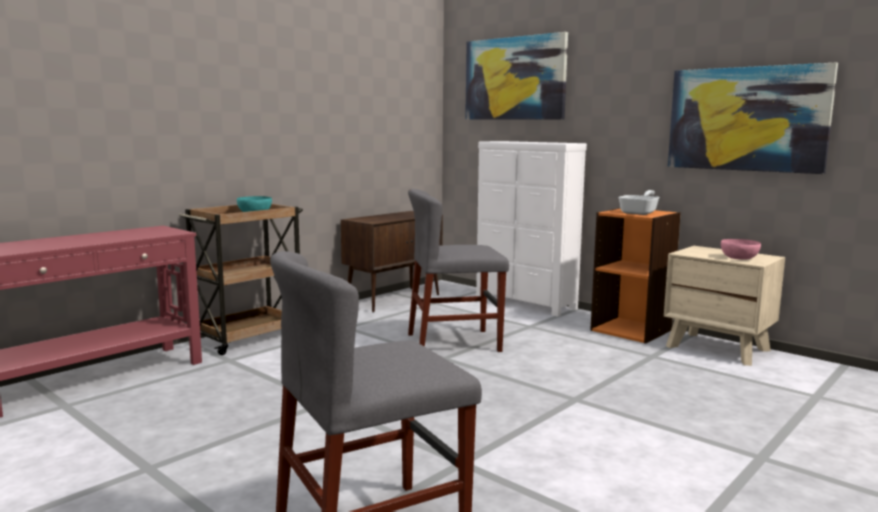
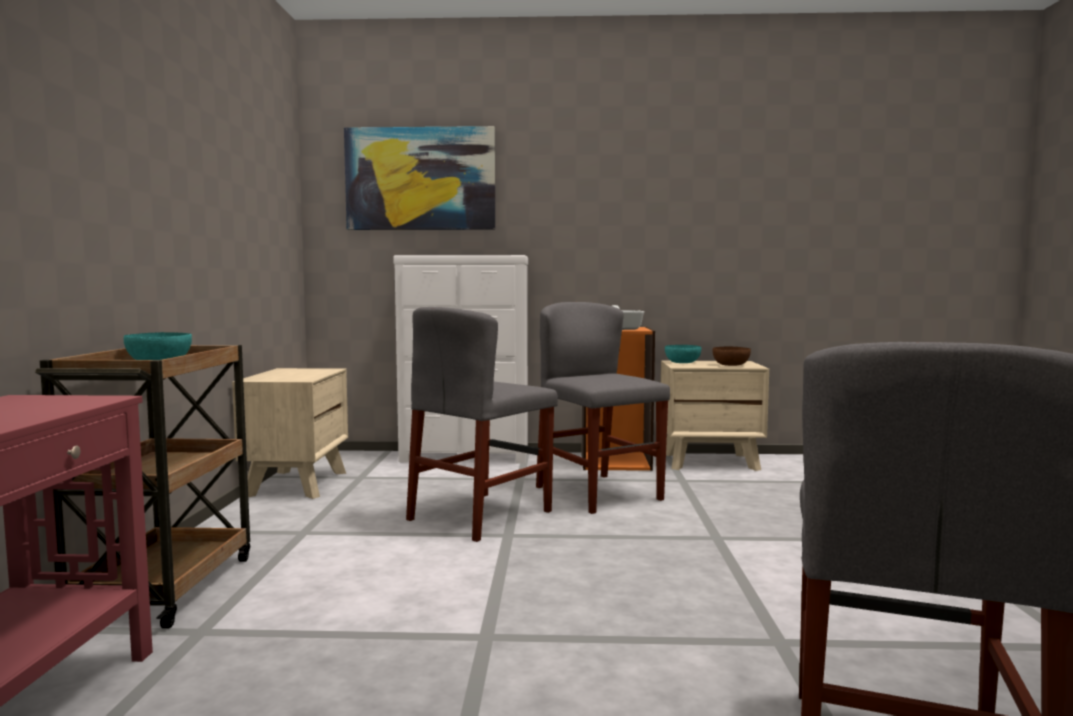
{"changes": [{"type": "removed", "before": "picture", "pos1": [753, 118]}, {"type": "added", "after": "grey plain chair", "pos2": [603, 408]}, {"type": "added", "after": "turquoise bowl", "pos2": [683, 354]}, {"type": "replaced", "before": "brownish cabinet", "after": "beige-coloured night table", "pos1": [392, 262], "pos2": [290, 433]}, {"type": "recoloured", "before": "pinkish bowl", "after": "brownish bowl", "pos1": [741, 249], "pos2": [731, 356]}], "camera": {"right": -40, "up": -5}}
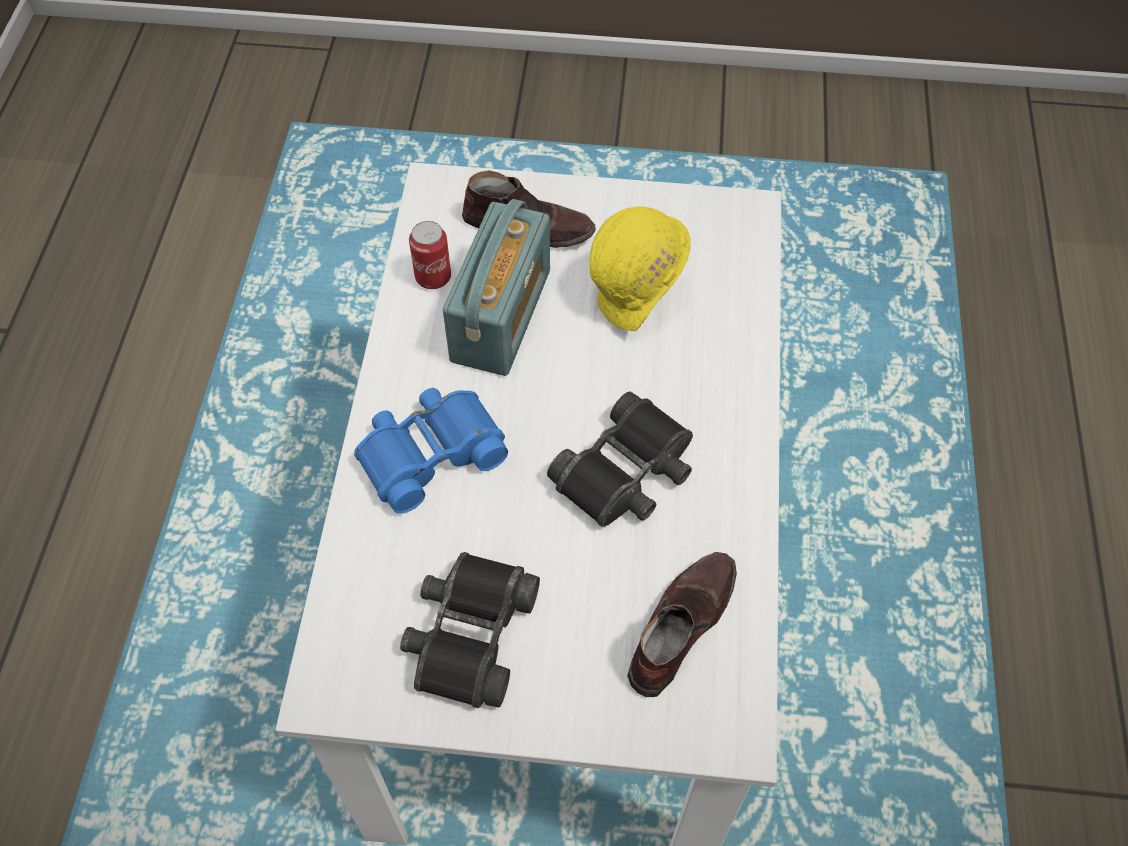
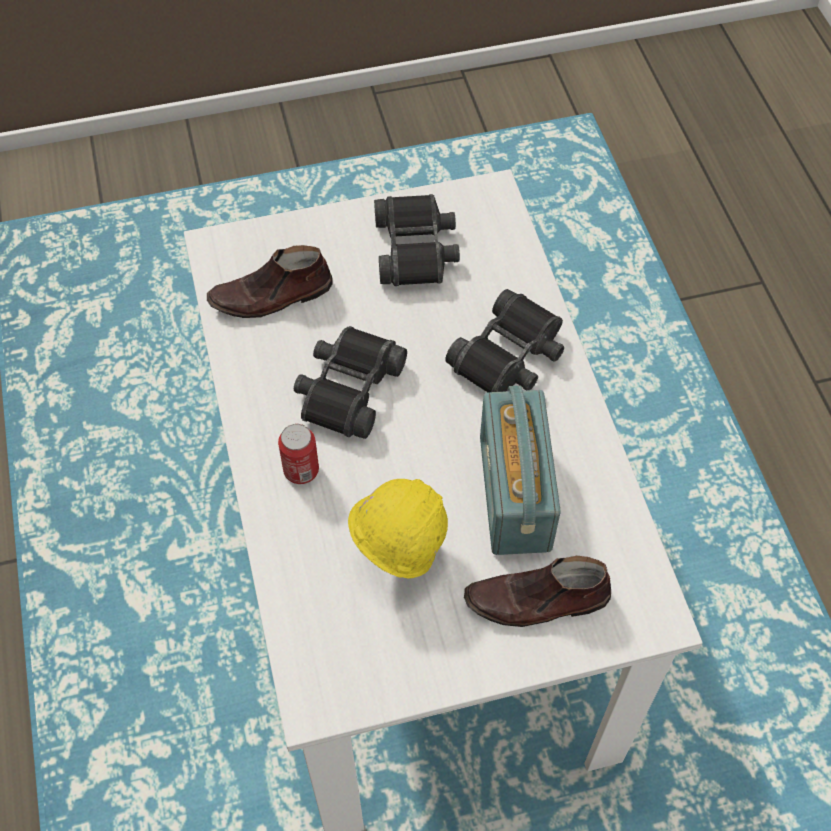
{"changes": [{"type": "moved", "before": "sealed can", "pos1": [430, 255], "pos2": [298, 454]}, {"type": "recoloured", "before": "bluish pair of binoculars", "after": "black-coloured pair of binoculars", "pos1": [431, 451], "pos2": [504, 341]}, {"type": "turned", "before": "brownish item of footwear", "pos1": [682, 624], "pos2": [270, 281], "turn": 60}], "camera": {"right": 160, "up": 0}}
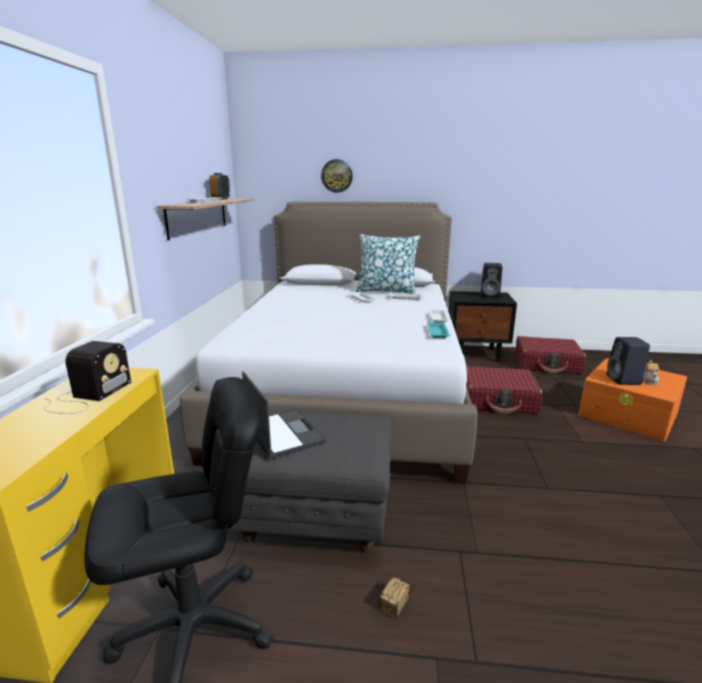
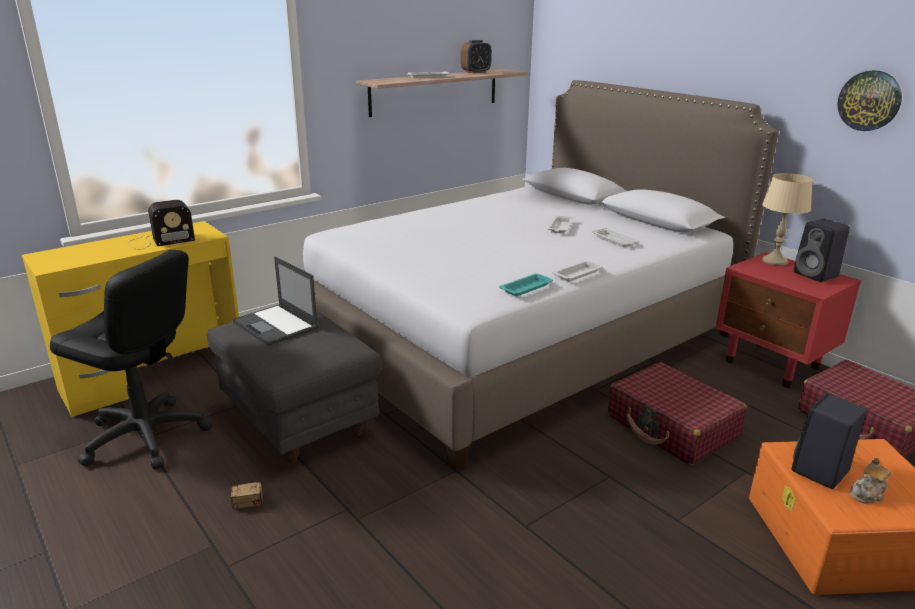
{"changes": [{"type": "removed", "before": "pillow", "pos1": [387, 264]}, {"type": "added", "after": "beige-coloured lamp for a table", "pos2": [787, 219]}, {"type": "moved", "before": "wall clock", "pos1": [337, 176], "pos2": [869, 100]}, {"type": "recoloured", "before": "black-coloured night table", "after": "reddish night table", "pos1": [482, 326], "pos2": [788, 320]}, {"type": "turned", "before": "laptop", "pos1": [284, 415], "pos2": [275, 301], "turn": 120}], "camera": {"right": 45, "up": 5}}
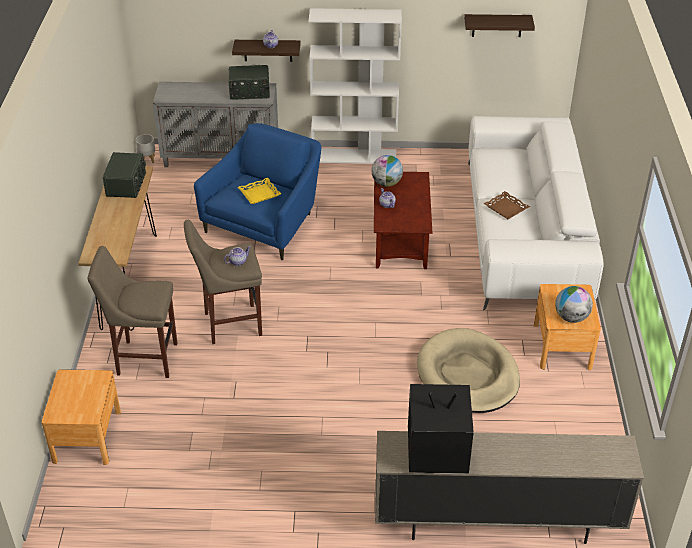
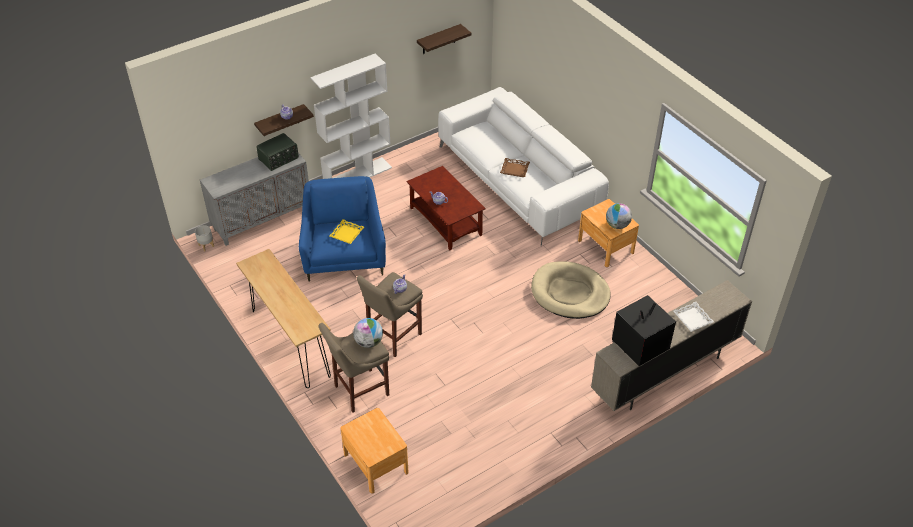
{"changes": [{"type": "removed", "before": "radio", "pos1": [124, 175]}, {"type": "added", "after": "white-coloured serving tray", "pos2": [693, 317]}, {"type": "moved", "before": "globe", "pos1": [387, 171], "pos2": [368, 333]}], "camera": {"right": -35, "up": 5}}
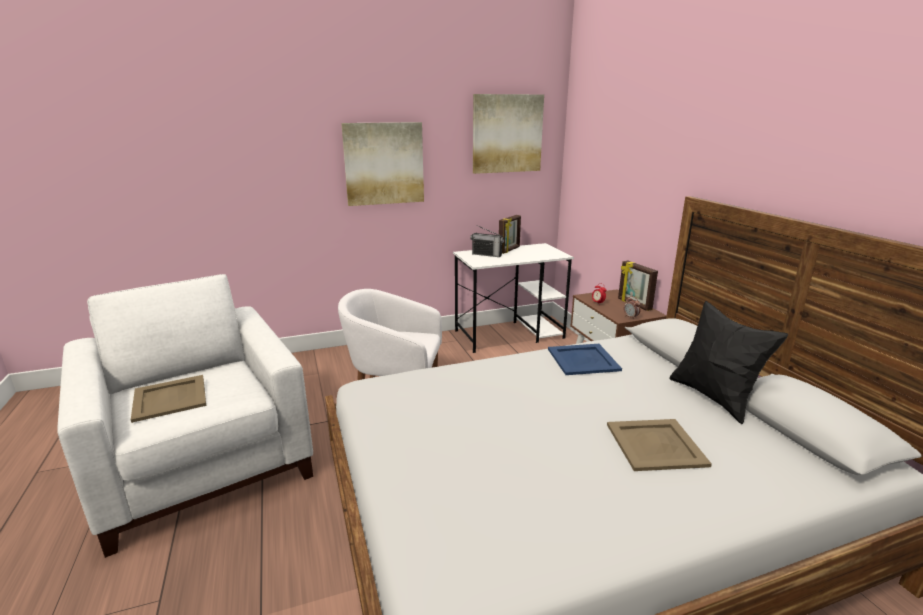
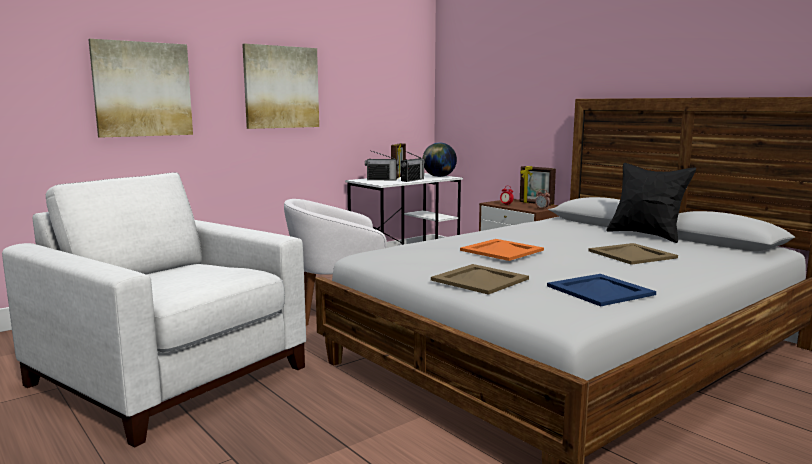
{"changes": [{"type": "added", "after": "radio", "pos2": [413, 166]}, {"type": "added", "after": "globe", "pos2": [439, 160]}, {"type": "added", "after": "orangey serving tray", "pos2": [502, 250]}, {"type": "moved", "before": "beige-coloured serving tray", "pos1": [168, 399], "pos2": [480, 279]}, {"type": "moved", "before": "picture", "pos1": [508, 134], "pos2": [140, 88]}, {"type": "moved", "before": "bluish serving tray", "pos1": [585, 359], "pos2": [601, 290]}], "camera": {"right": -20, "up": -10}}
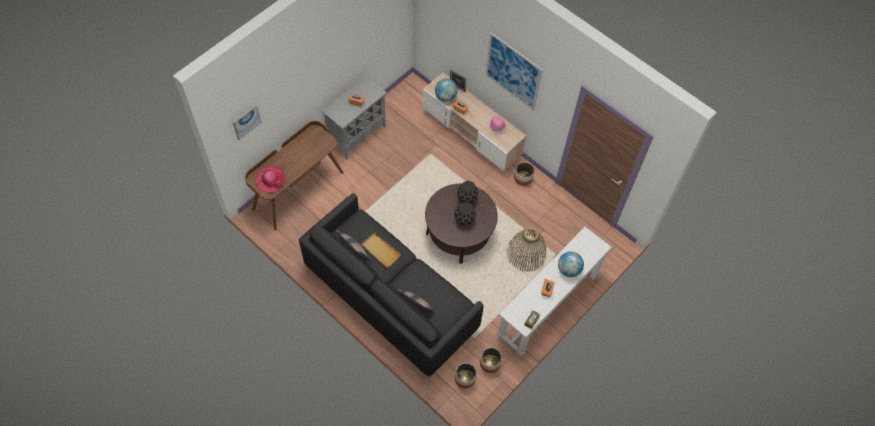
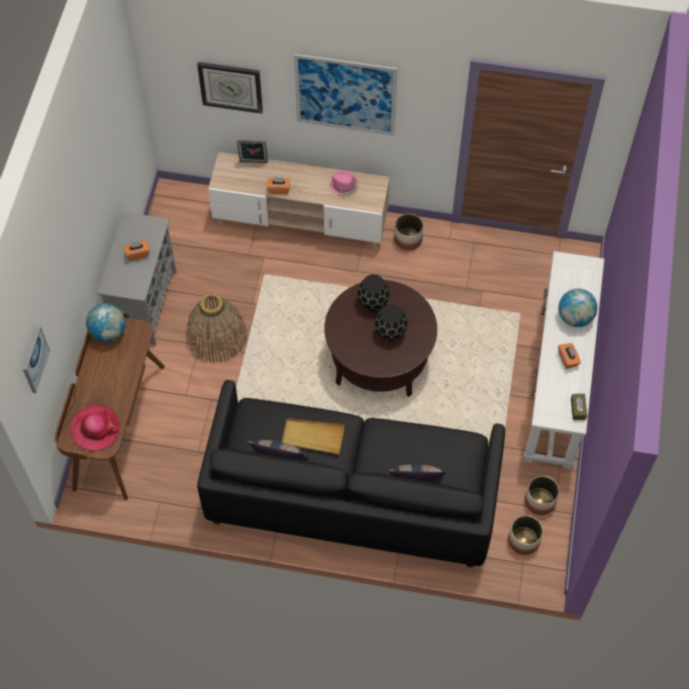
{"changes": [{"type": "added", "after": "wall clock", "pos2": [230, 88]}, {"type": "moved", "before": "globe", "pos1": [446, 90], "pos2": [105, 322]}, {"type": "moved", "before": "storage basket", "pos1": [527, 250], "pos2": [216, 328]}], "camera": {"right": -30, "up": 0}}
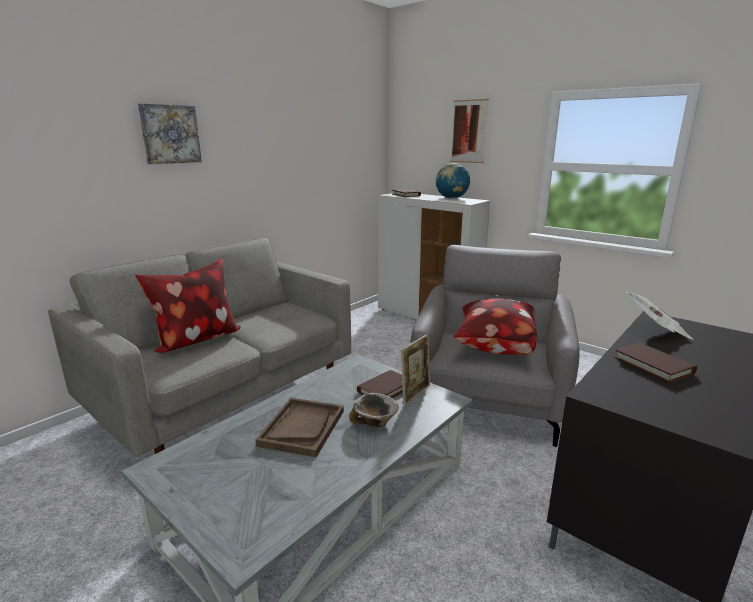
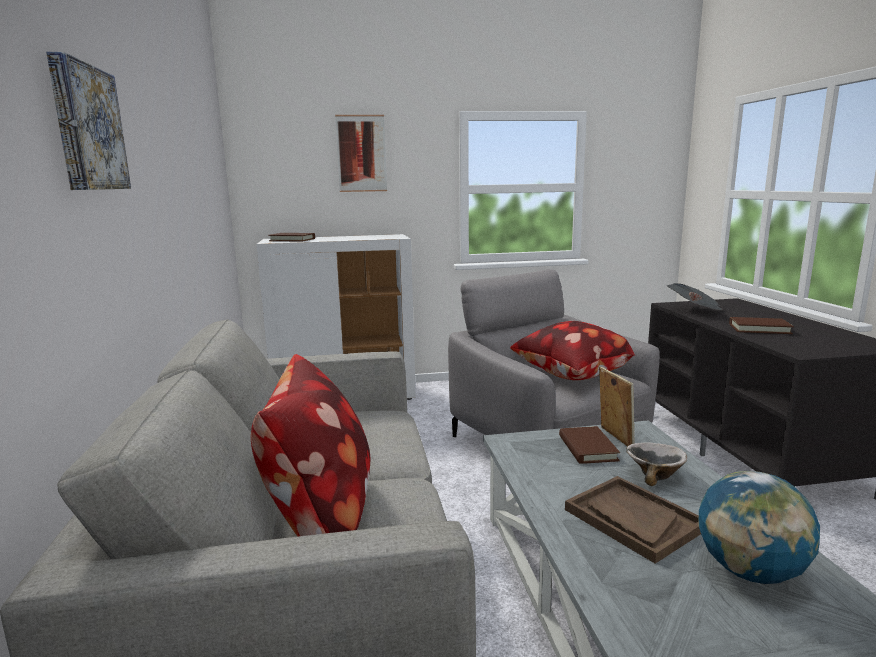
{"changes": [{"type": "moved", "before": "globe", "pos1": [453, 181], "pos2": [759, 527]}], "camera": {"right": -50, "up": -5}}
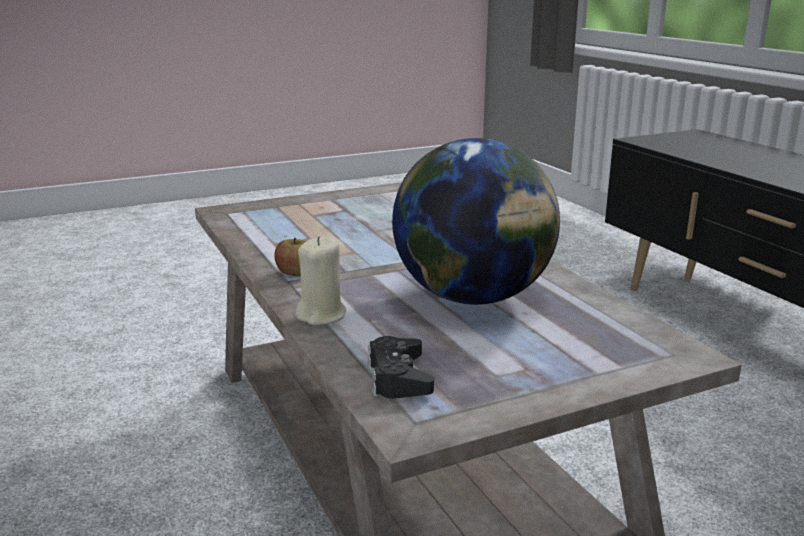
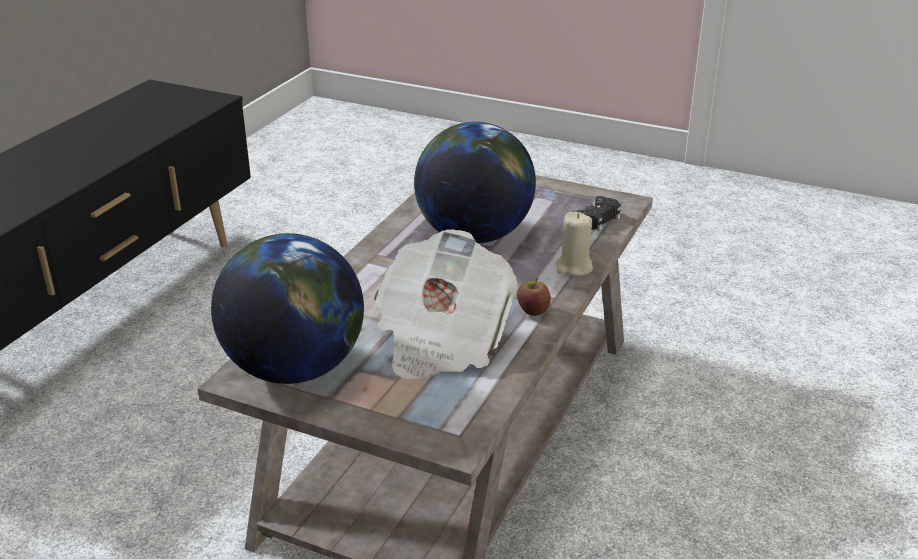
{"changes": [{"type": "added", "after": "globe", "pos2": [287, 308]}, {"type": "added", "after": "daily paper", "pos2": [446, 304]}], "camera": {"right": -130, "up": 10}}
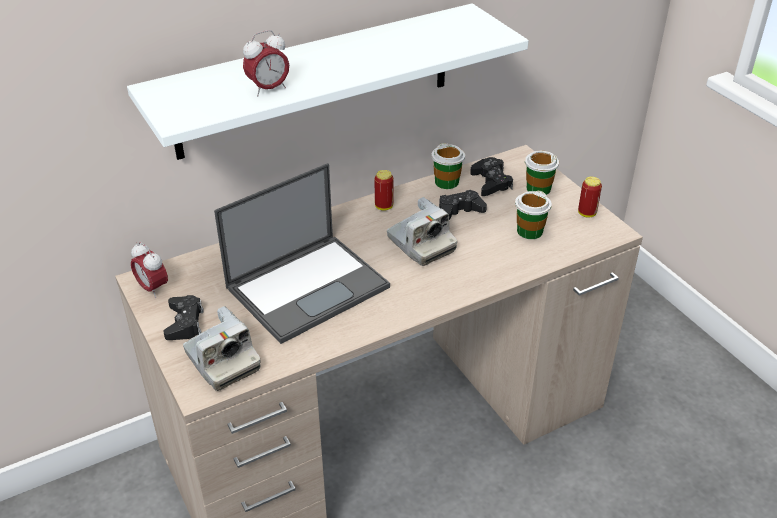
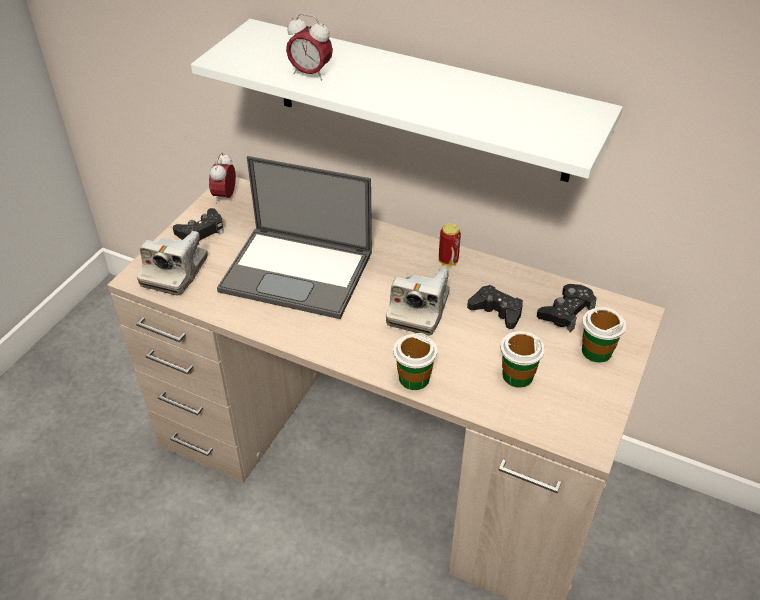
{"changes": [{"type": "removed", "before": "sealed can", "pos1": [590, 197]}, {"type": "moved", "before": "drinking cup", "pos1": [448, 166], "pos2": [415, 361]}], "camera": {"right": 55, "up": 5}}
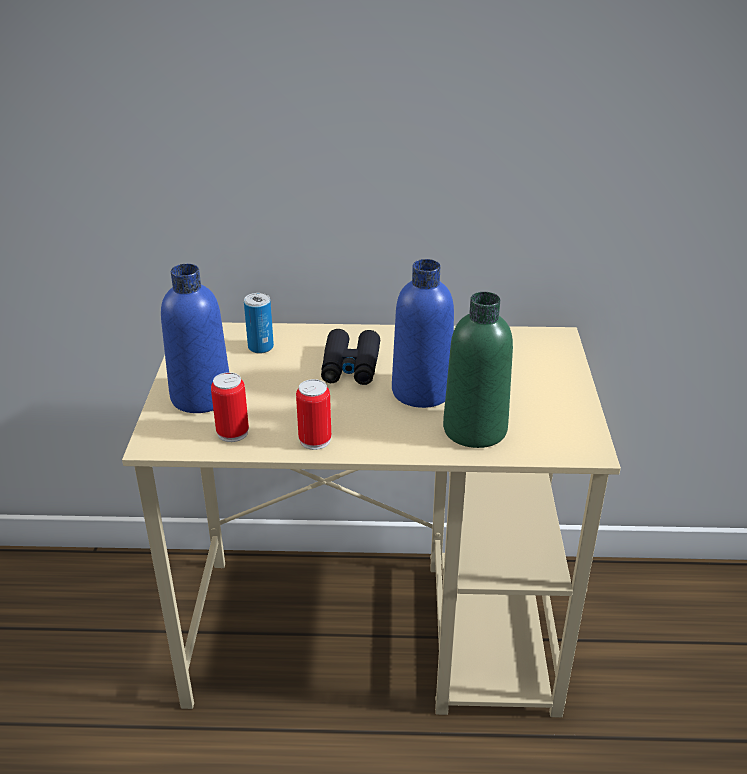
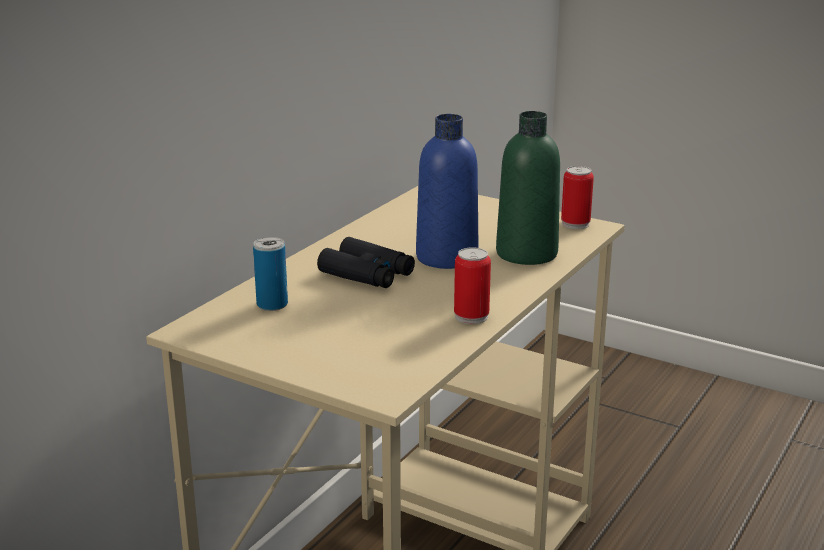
{"changes": [{"type": "removed", "before": "bluish drink bottle", "pos1": [195, 338]}, {"type": "moved", "before": "sealed can", "pos1": [230, 407], "pos2": [577, 197]}], "camera": {"right": -60, "up": -10}}
